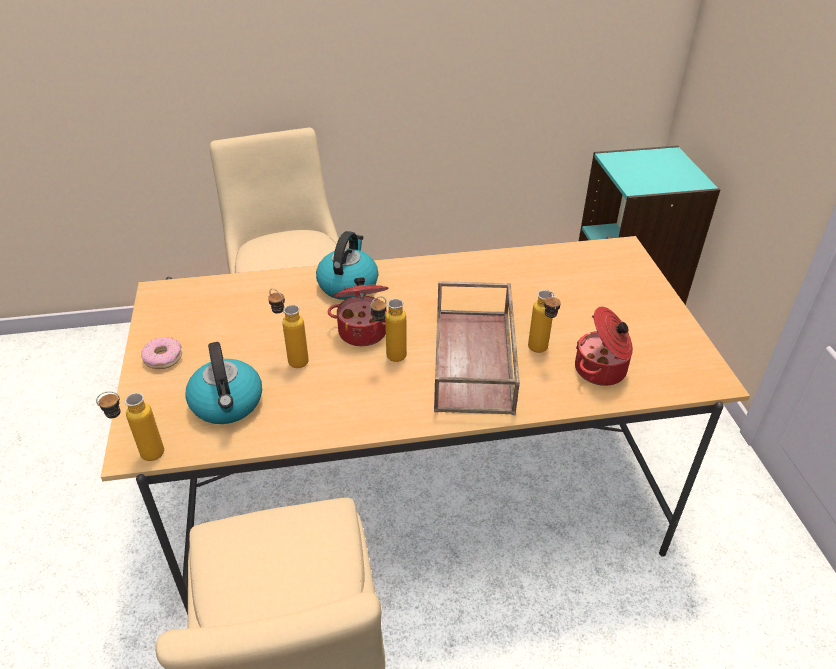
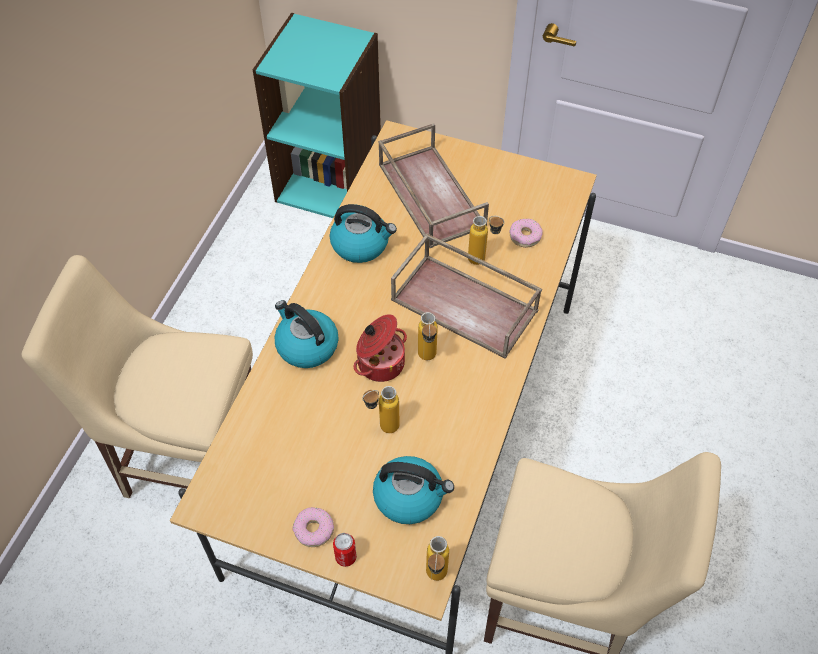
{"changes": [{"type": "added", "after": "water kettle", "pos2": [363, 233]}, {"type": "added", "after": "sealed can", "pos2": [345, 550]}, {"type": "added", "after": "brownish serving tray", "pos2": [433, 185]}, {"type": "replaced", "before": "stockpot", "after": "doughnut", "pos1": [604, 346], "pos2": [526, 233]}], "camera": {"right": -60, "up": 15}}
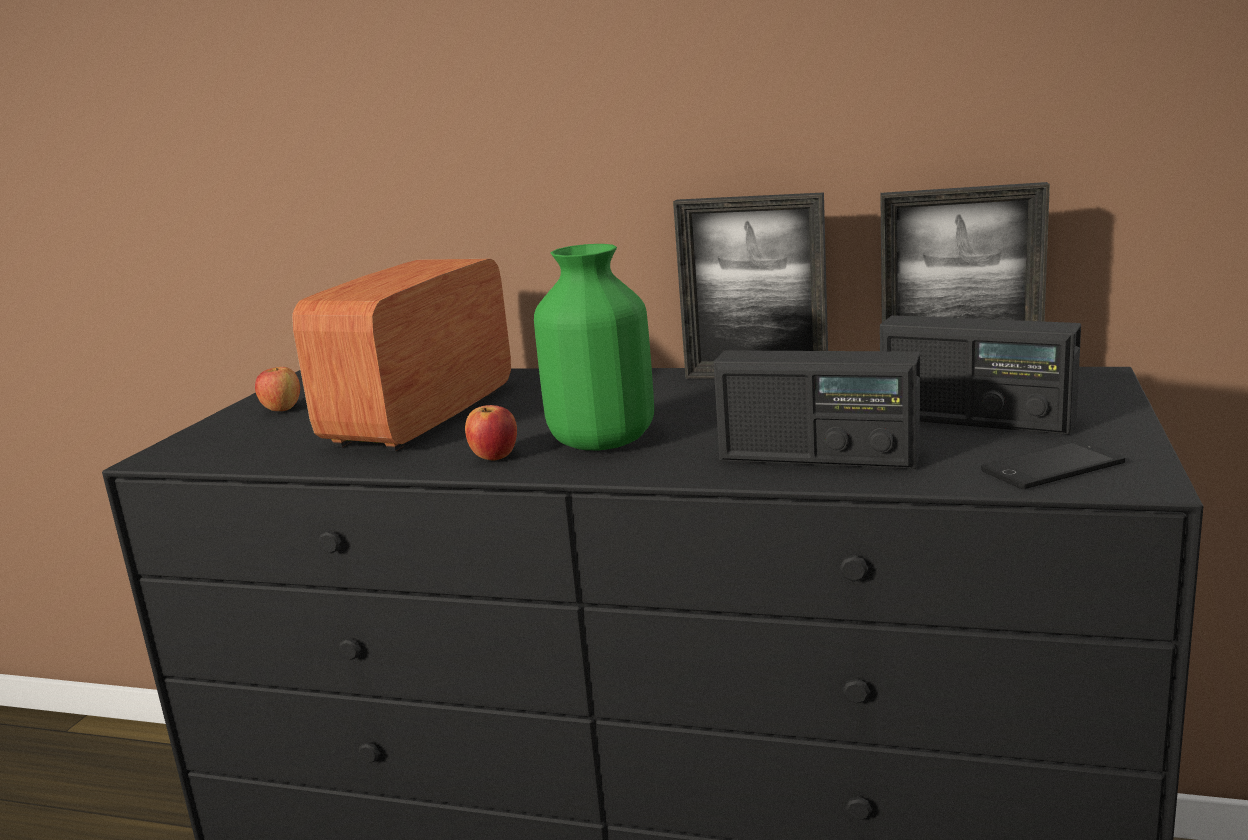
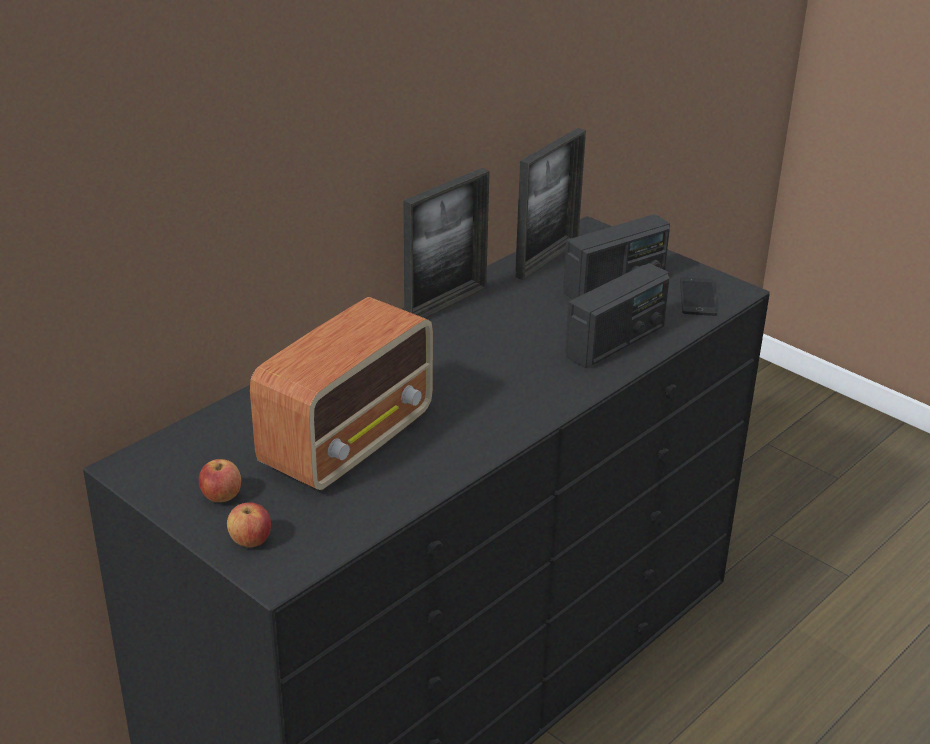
{"changes": [{"type": "removed", "before": "greenish decorative vase", "pos1": [594, 347]}, {"type": "moved", "before": "whole apple", "pos1": [491, 432], "pos2": [249, 524]}, {"type": "turned", "before": "radio", "pos1": [401, 355], "pos2": [341, 394], "turn": -105}], "camera": {"right": -65, "up": 15}}
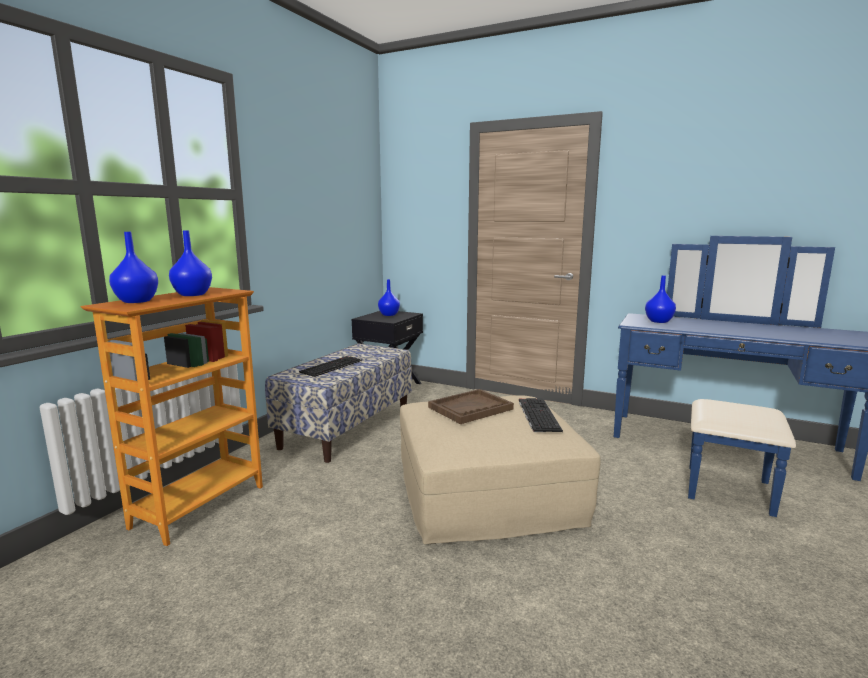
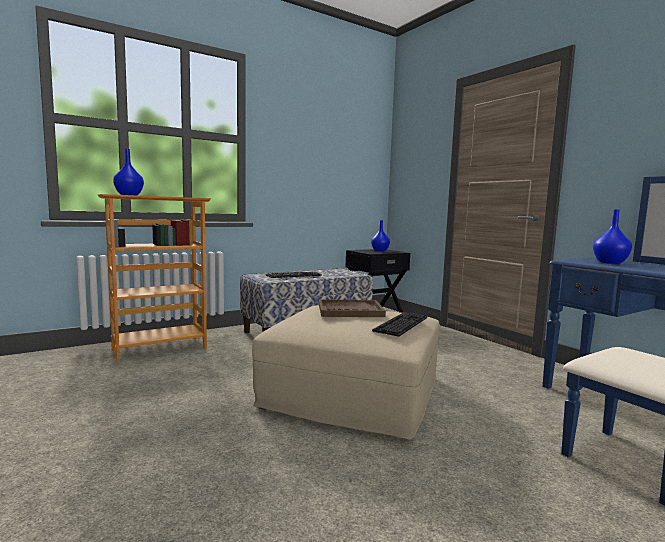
{"changes": [{"type": "removed", "before": "bluish decorative vase", "pos1": [190, 263]}], "camera": {"right": 30, "up": -5}}
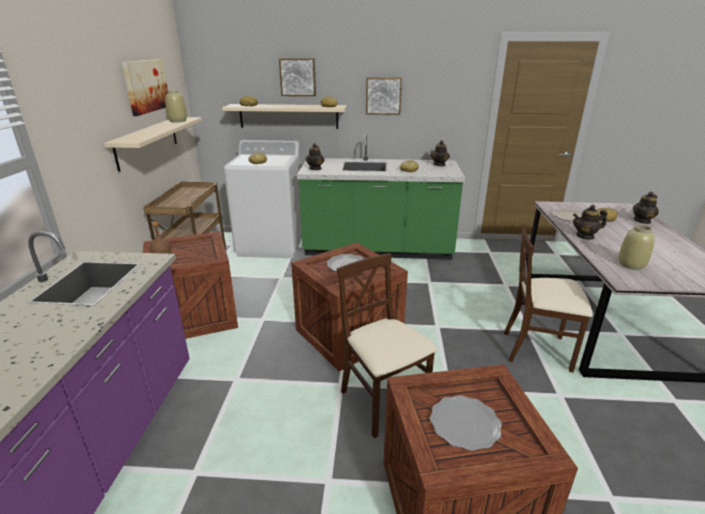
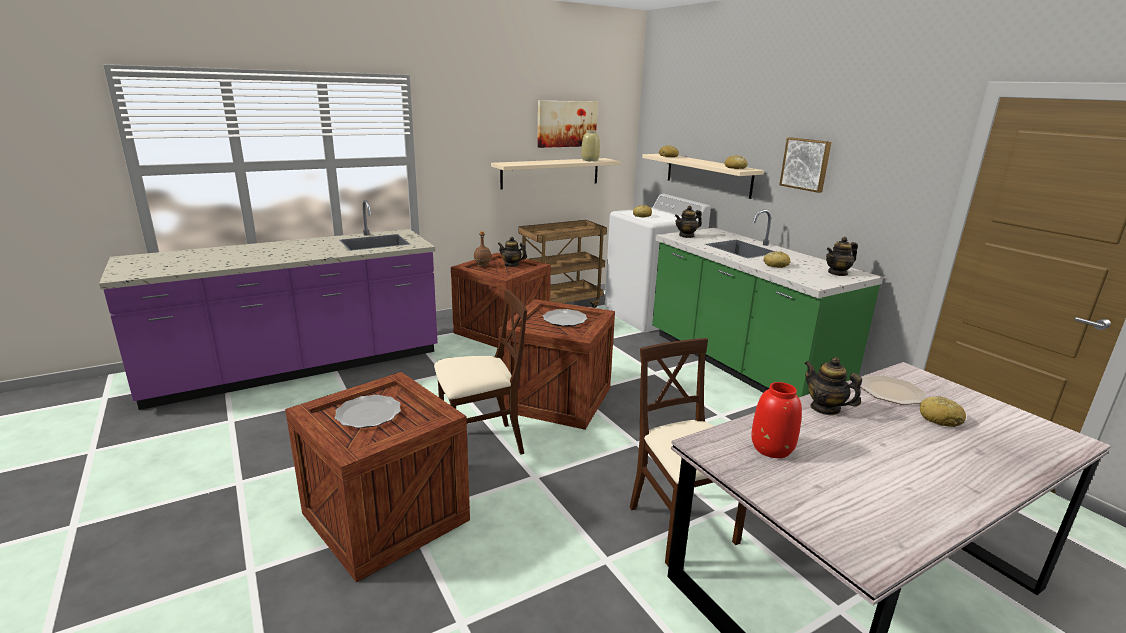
{"changes": [{"type": "removed", "before": "picture", "pos1": [297, 77]}, {"type": "moved", "before": "teapot", "pos1": [646, 207], "pos2": [512, 252]}, {"type": "recoloured", "before": "beige-coloured decorative vase", "after": "reddish decorative vase", "pos1": [636, 247], "pos2": [776, 420]}, {"type": "turned", "before": "beige-coloured plain chair", "pos1": [387, 346], "pos2": [480, 372], "turn": 45}], "camera": {"right": 55, "up": -5}}
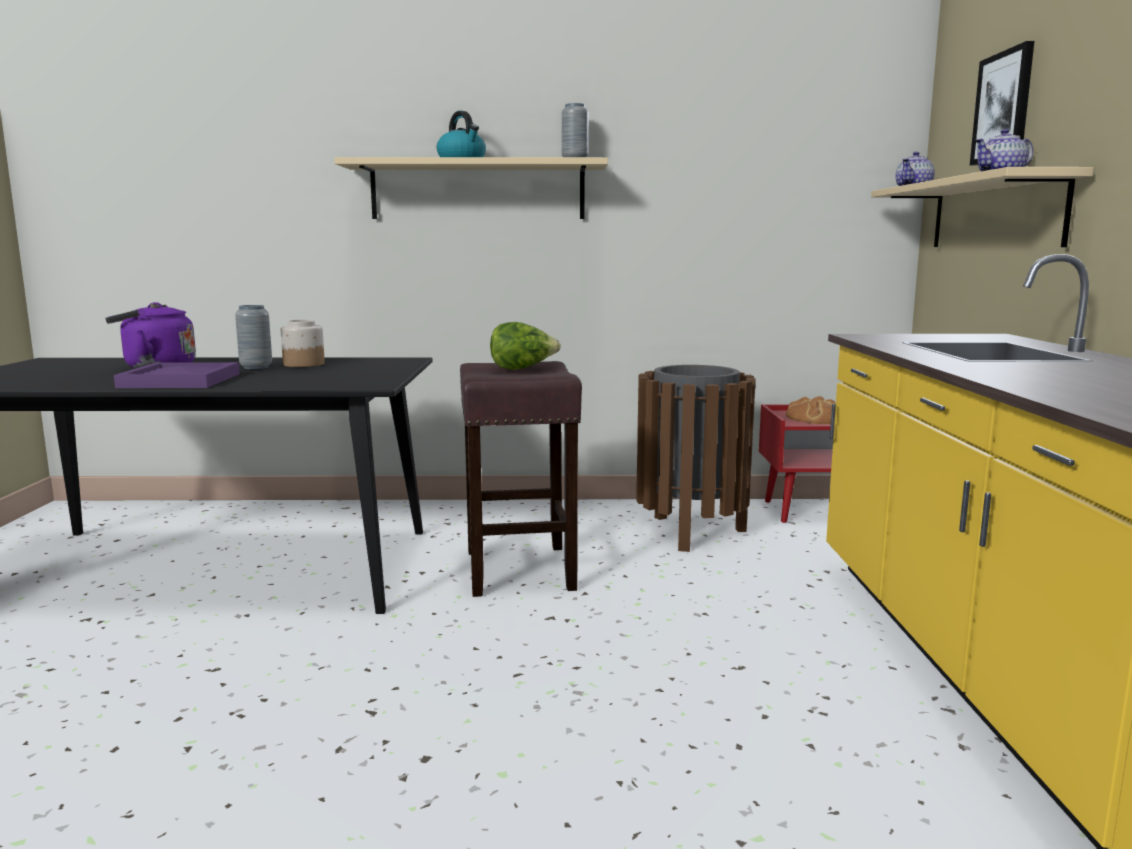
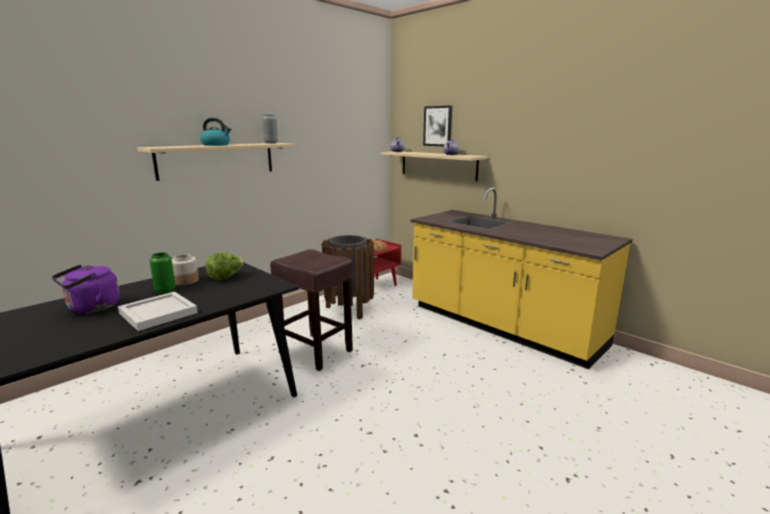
{"changes": [{"type": "moved", "before": "lettuce head", "pos1": [525, 346], "pos2": [225, 266]}, {"type": "recoloured", "before": "purple serving tray", "after": "white-coloured serving tray", "pos1": [177, 375], "pos2": [158, 311]}, {"type": "recoloured", "before": "grey decorative vase", "after": "greenish decorative vase", "pos1": [253, 337], "pos2": [163, 273]}], "camera": {"right": -45, "up": 5}}
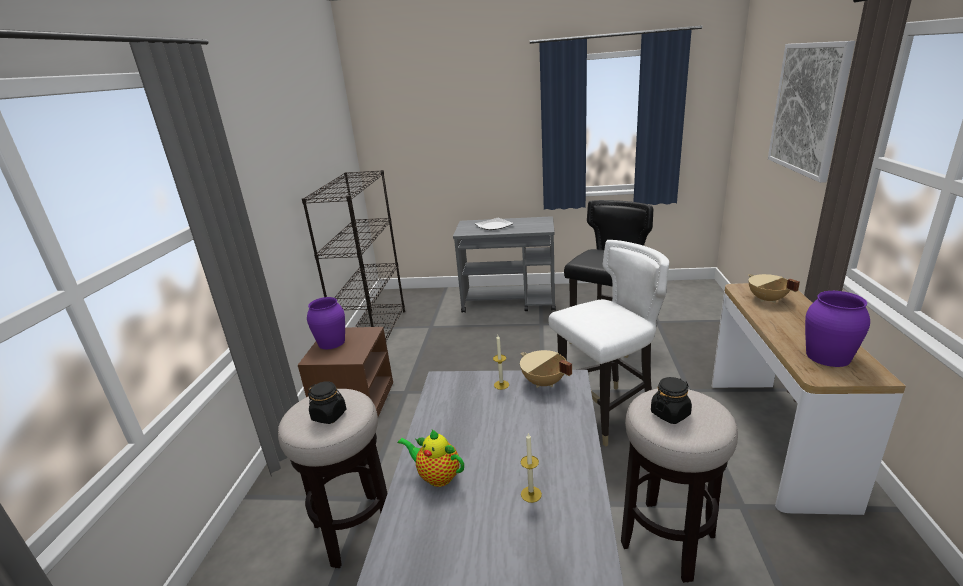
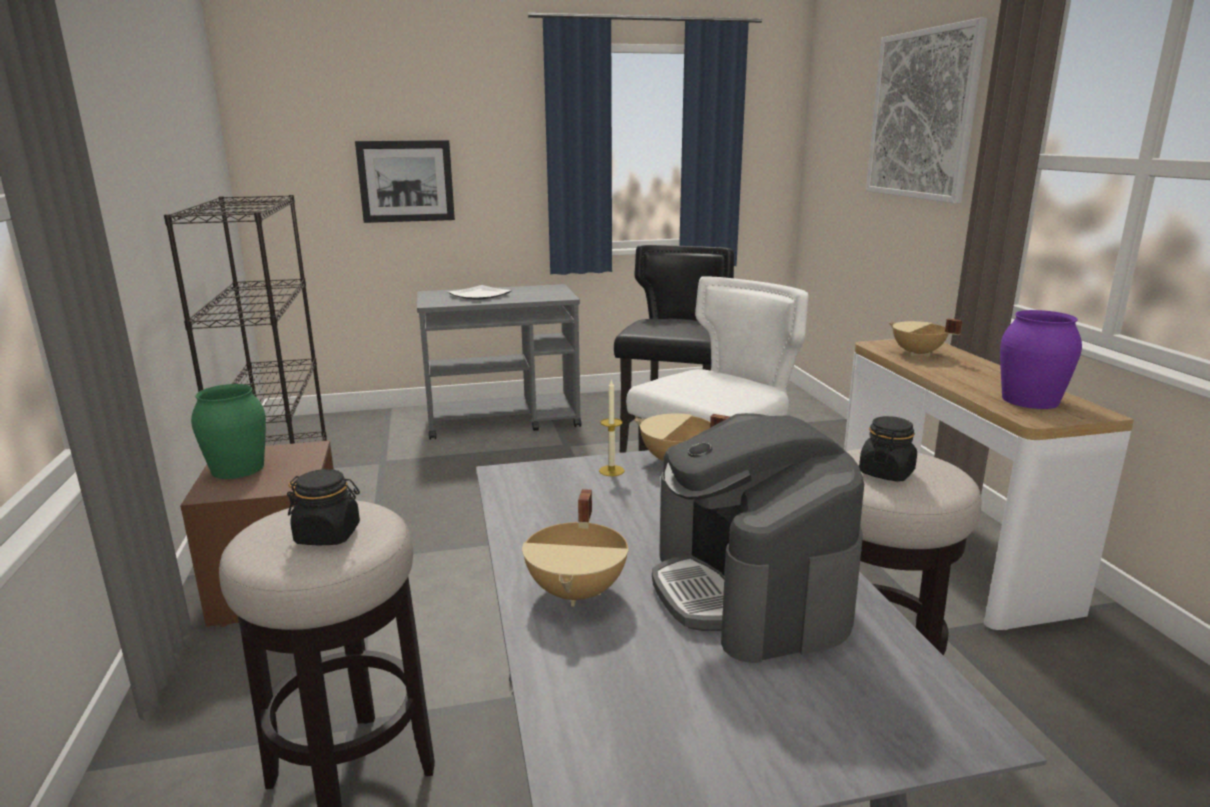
{"changes": [{"type": "added", "after": "picture", "pos2": [405, 181]}, {"type": "replaced", "before": "teapot", "after": "beige-coloured stockpot", "pos1": [431, 458], "pos2": [575, 547]}, {"type": "replaced", "before": "wax candle", "after": "coffee maker", "pos1": [531, 468], "pos2": [758, 538]}, {"type": "recoloured", "before": "purple decorative vase", "after": "greenish decorative vase", "pos1": [326, 323], "pos2": [228, 431]}], "camera": {"right": -20, "up": -5}}
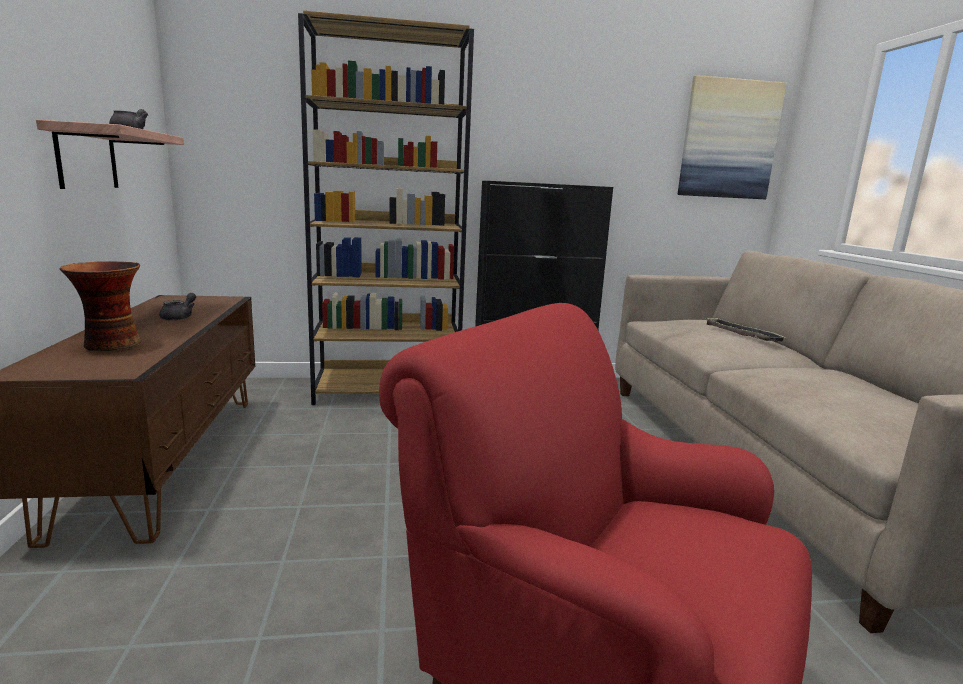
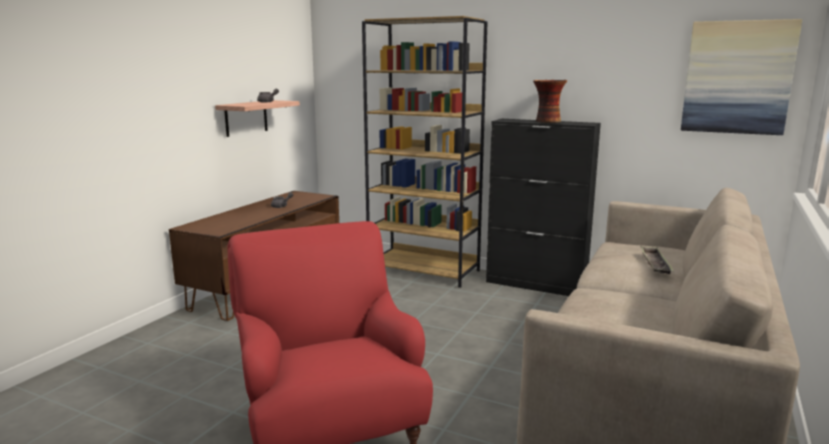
{"changes": [{"type": "moved", "before": "decorative vase", "pos1": [100, 306], "pos2": [550, 101]}], "camera": {"right": 35, "up": 0}}
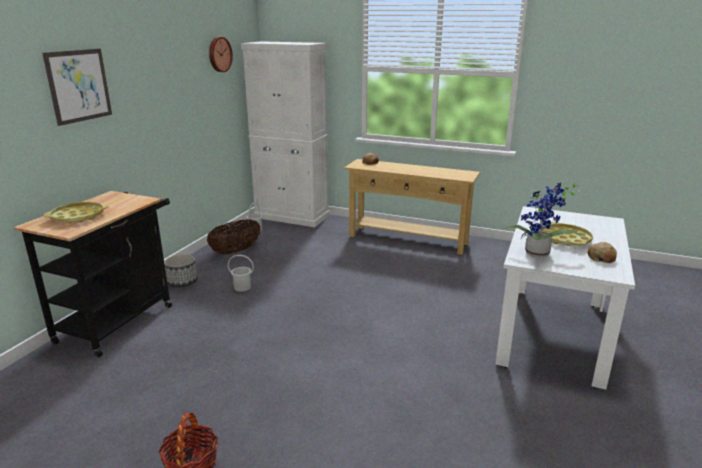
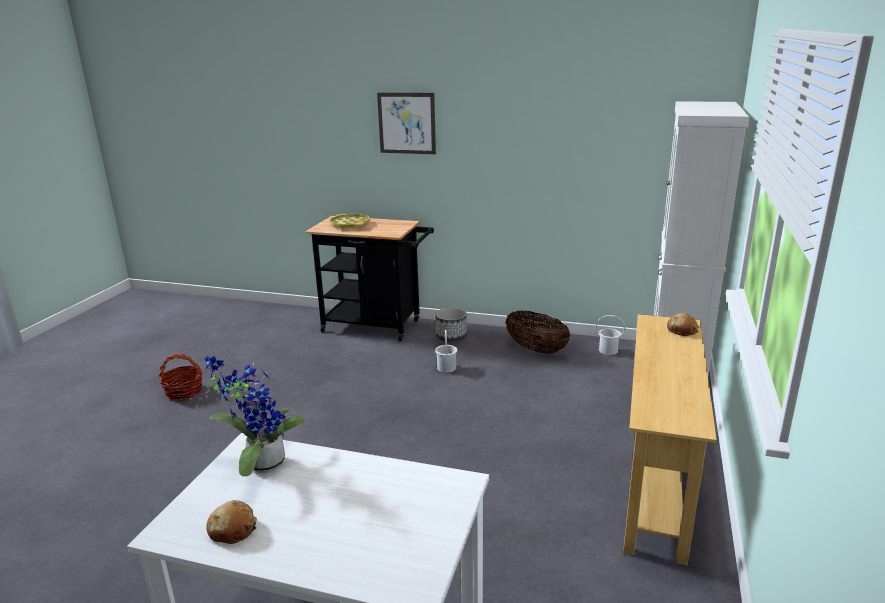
{"changes": [{"type": "removed", "before": "wall clock", "pos1": [221, 54]}, {"type": "removed", "before": "yellow-coloured serving tray", "pos1": [567, 234]}], "camera": {"right": 85, "up": 0}}
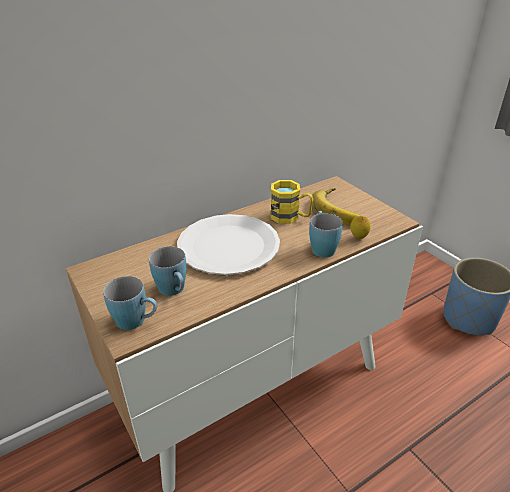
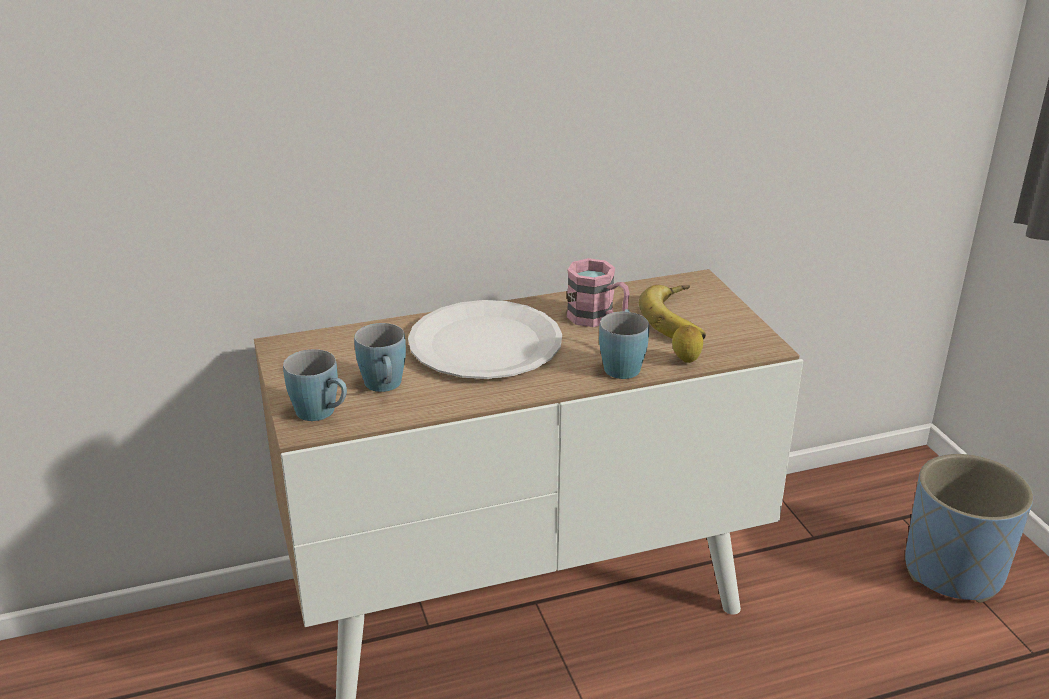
{"changes": [{"type": "recoloured", "before": "yellow-coloured tea mug", "after": "pinkish tea mug", "pos1": [292, 202], "pos2": [598, 292]}], "camera": {"right": 15, "up": -5}}
